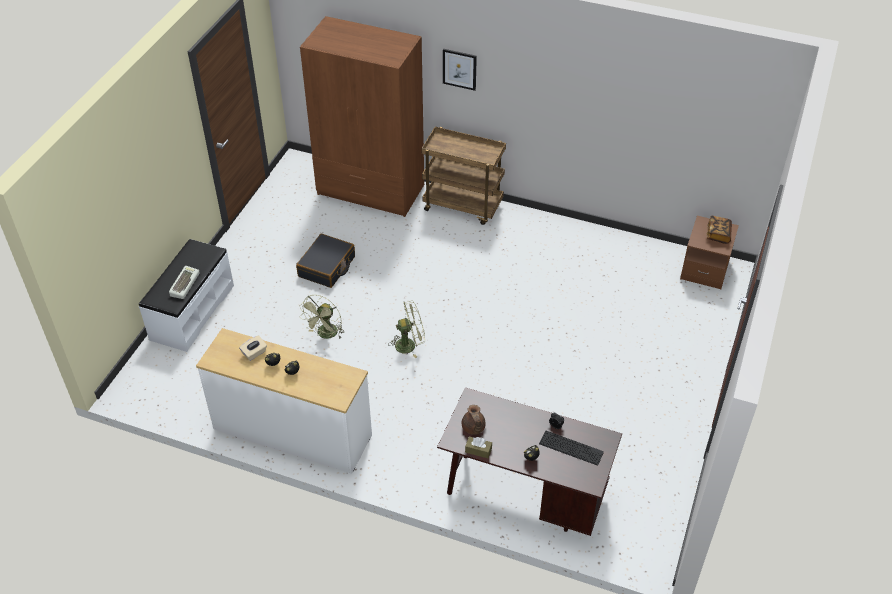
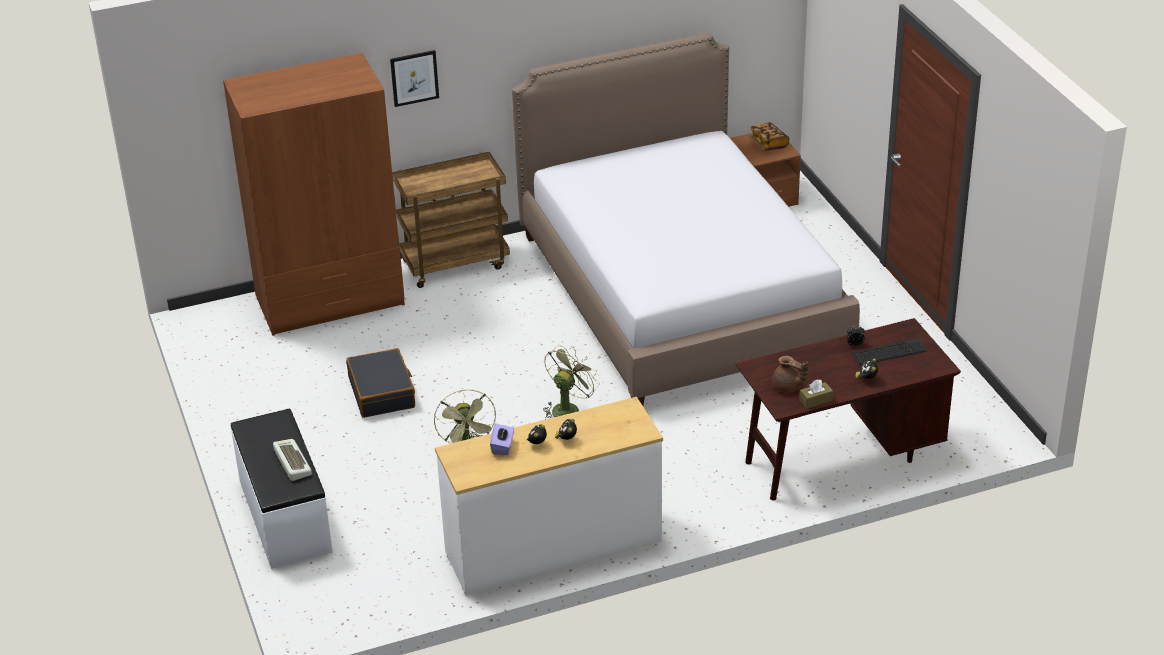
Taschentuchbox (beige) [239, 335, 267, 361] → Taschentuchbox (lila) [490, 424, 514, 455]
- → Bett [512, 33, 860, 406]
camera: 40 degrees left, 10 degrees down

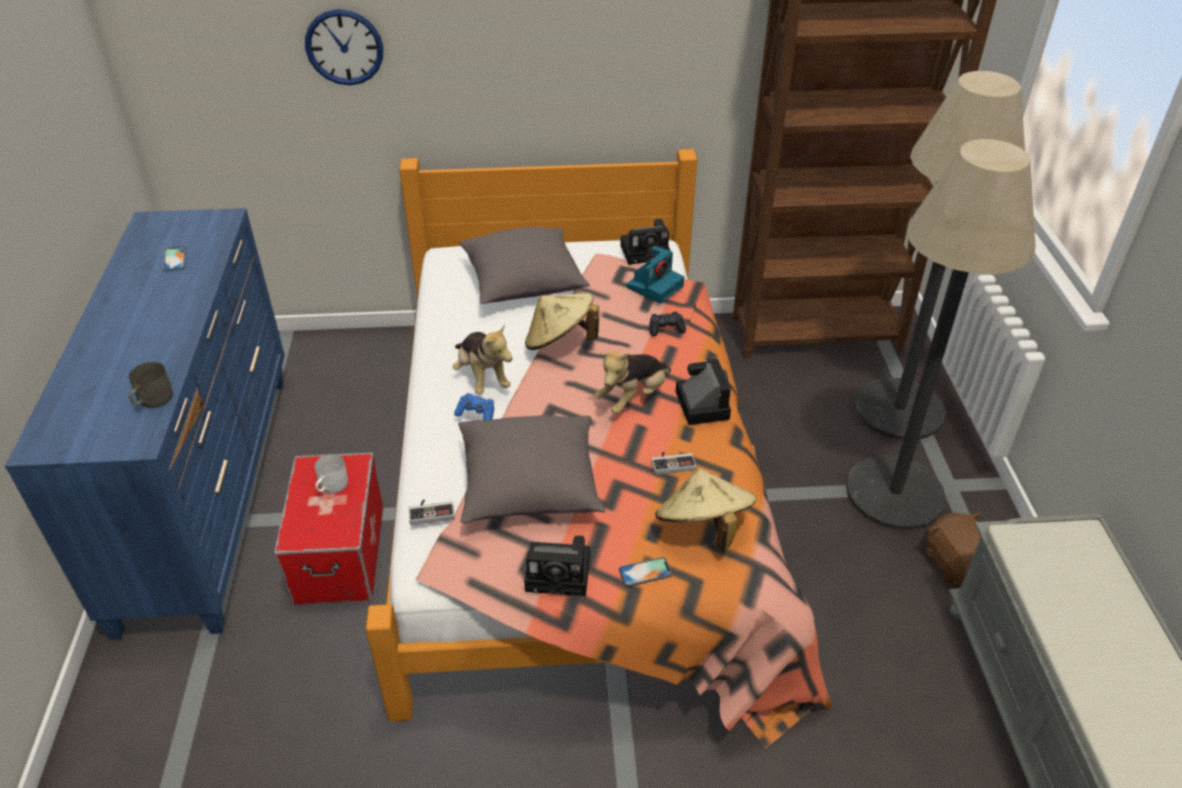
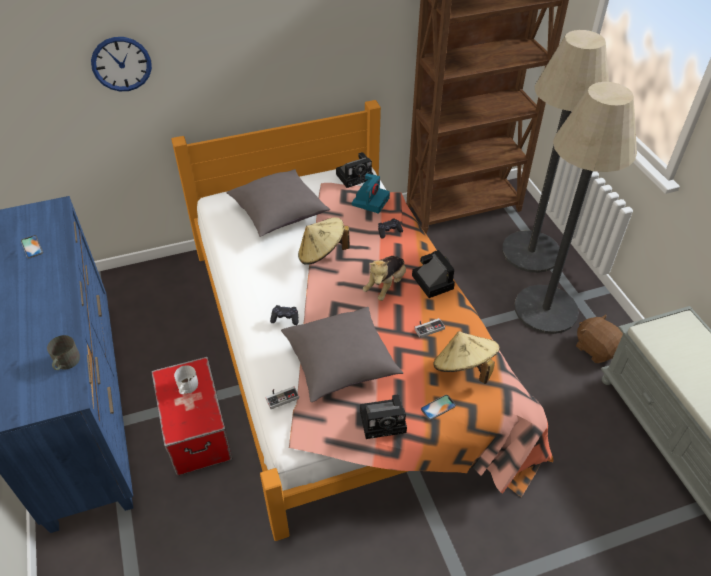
Plüschtier [453, 324, 513, 394] → -
Gamepad (blau) [454, 393, 494, 420] → Gamepad (schwarz) [270, 305, 299, 325]
camera: 15 degrees left, 5 degrees up

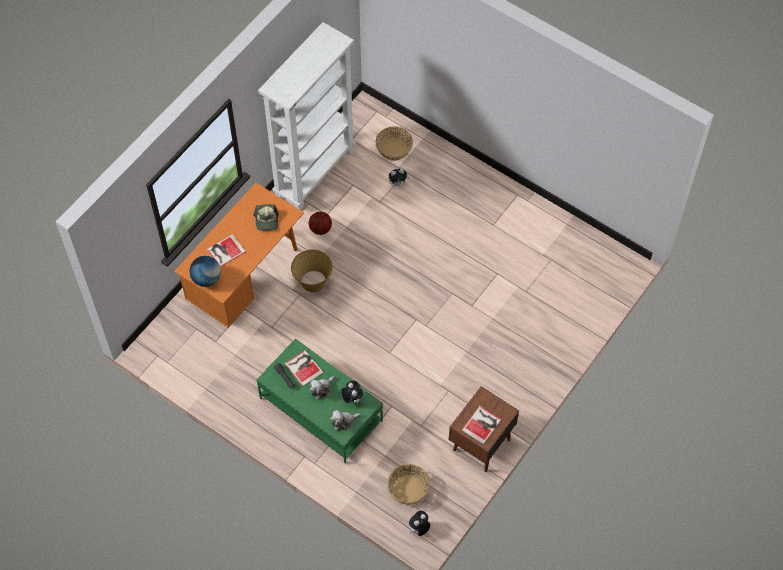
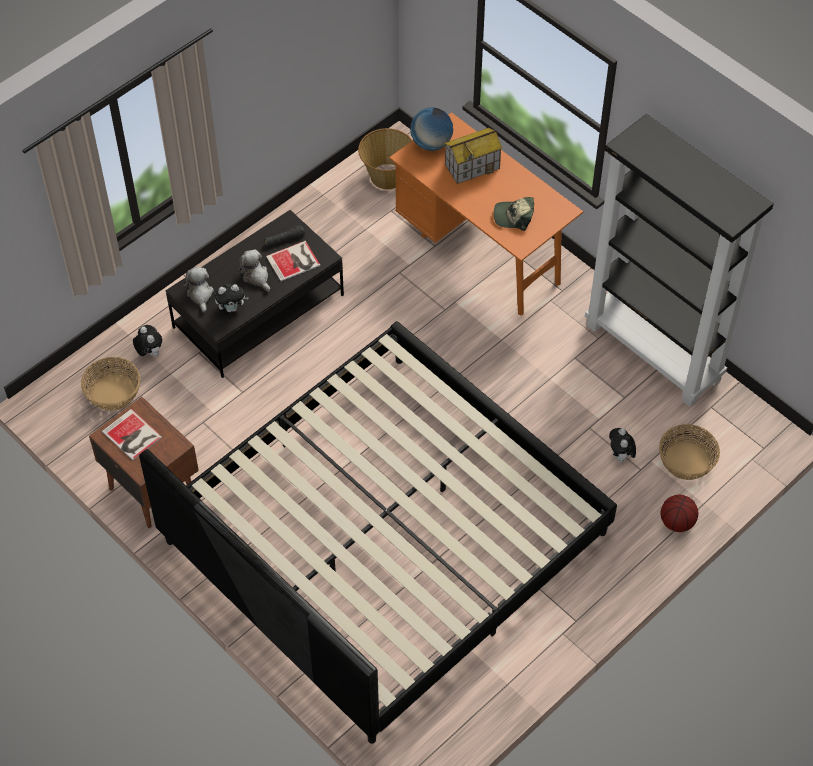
Buch [207, 234, 246, 267] → Spielzeughaus [444, 128, 502, 184]
Couchtisch (grün) [257, 338, 383, 463] → Couchtisch (schwarz) [165, 210, 344, 378]
Bücherregal (weiß) [258, 22, 356, 210] → Bücherregal (schwarz) [585, 114, 774, 407]
Korb [291, 250, 333, 292] → Korb [358, 128, 413, 190], move
Basketball [309, 212, 332, 235] → Basketball [661, 495, 698, 532], move
Plüschtier [409, 511, 430, 536] → Plüschtier [133, 325, 162, 356], move
- → Bett [139, 321, 617, 744]
camera: 100 degrees right, 5 degrees down

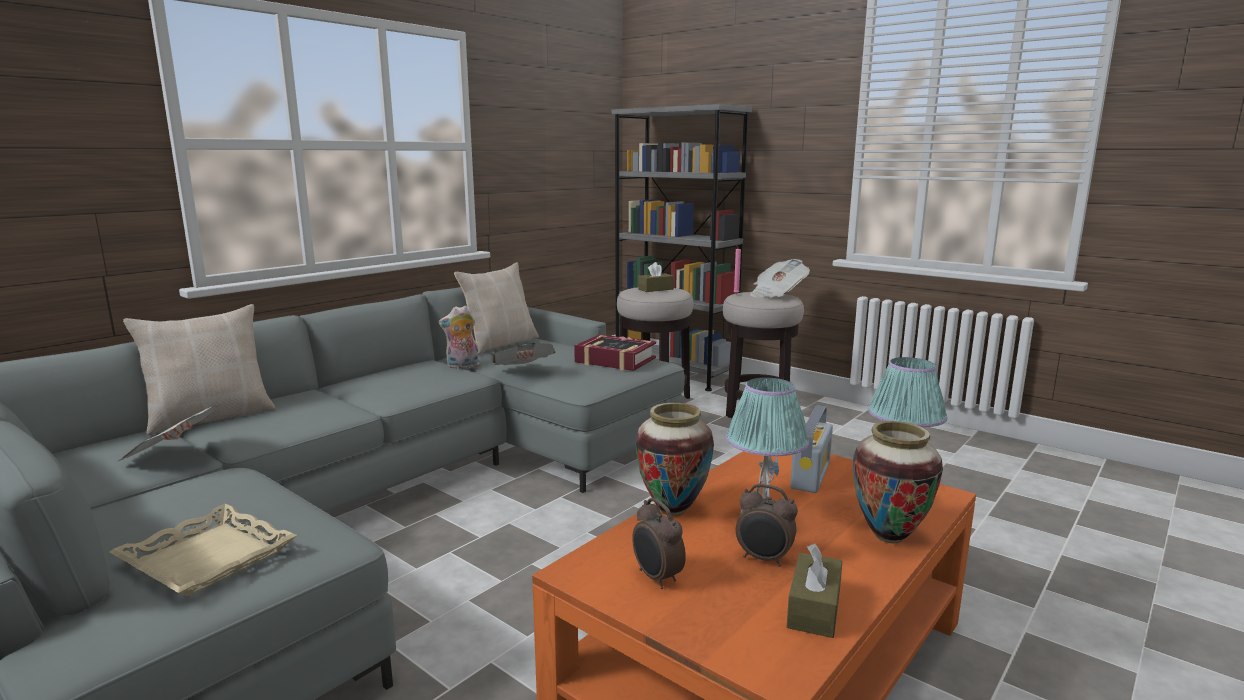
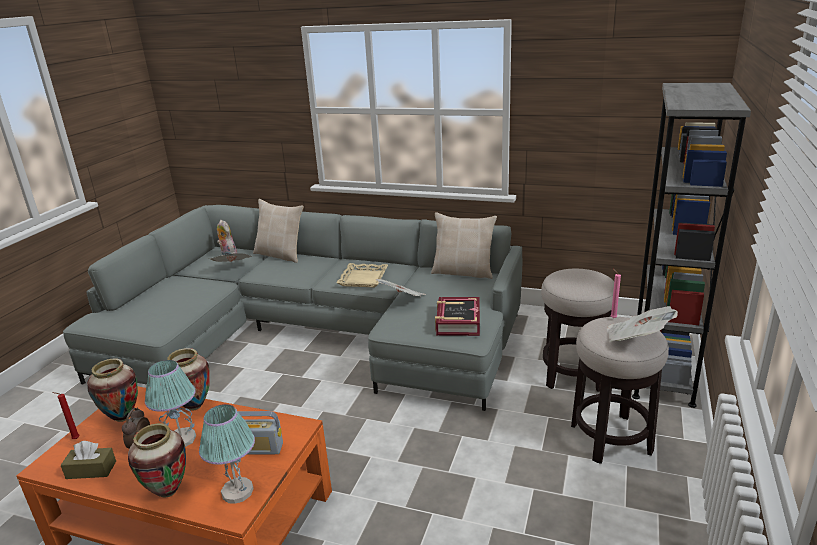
Tablett (beige) [109, 504, 297, 596] → Tablett (beige) [336, 263, 388, 287], move
Plüschtier [439, 305, 479, 369] → Plüschtier [217, 220, 237, 255], move
Wecker [632, 498, 686, 589] → Vase [87, 358, 138, 422]
Taschentuchbox (braun) [638, 262, 674, 292] → -
- → Kerze (rot) [52, 392, 80, 439]
camera: 70 degrees right, 10 degrees up

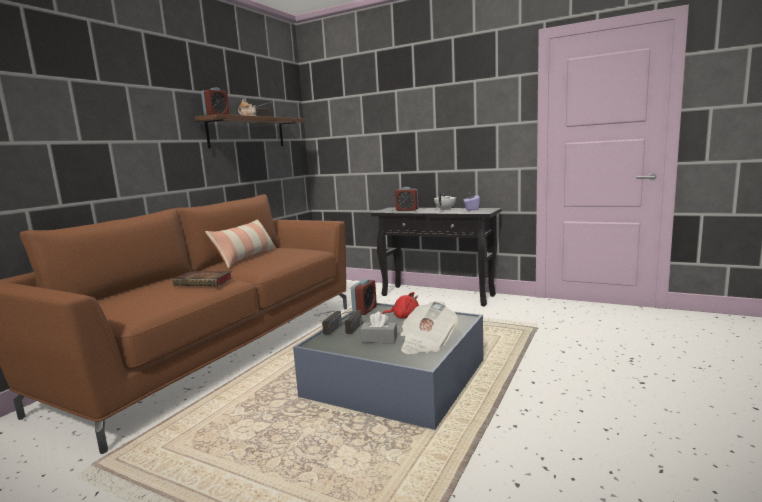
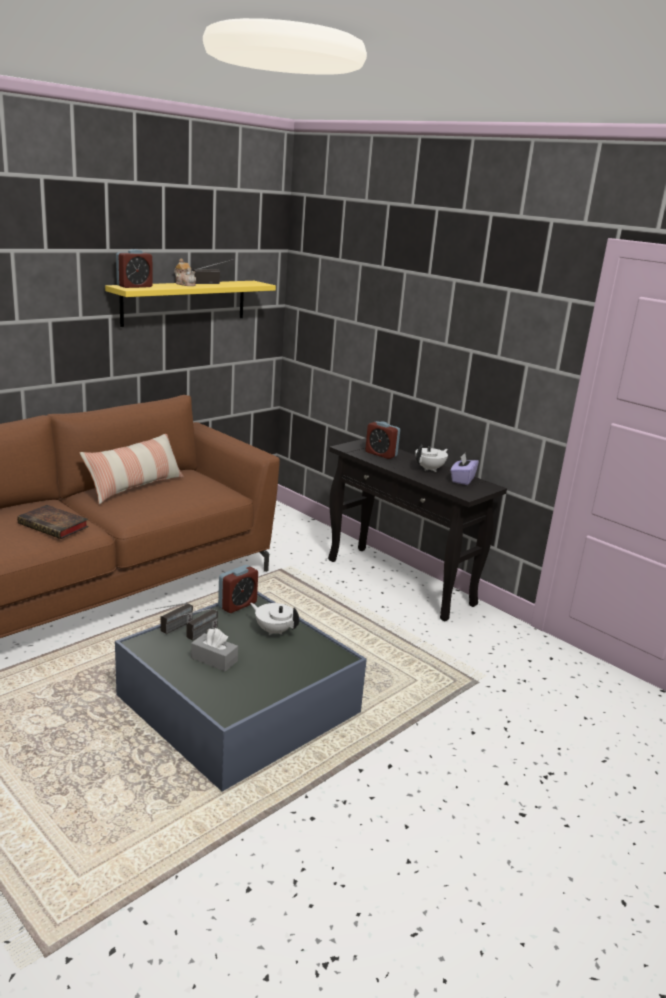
Wandregal (braun) [195, 114, 305, 148] → Wandregal (gelb) [105, 281, 276, 327]
Plüschtier (rot) [382, 292, 419, 318] → Teekanne (weiß) [250, 603, 299, 636]
Zeitung [400, 301, 458, 354] → -
camera: 15 degrees right, 10 degrees up

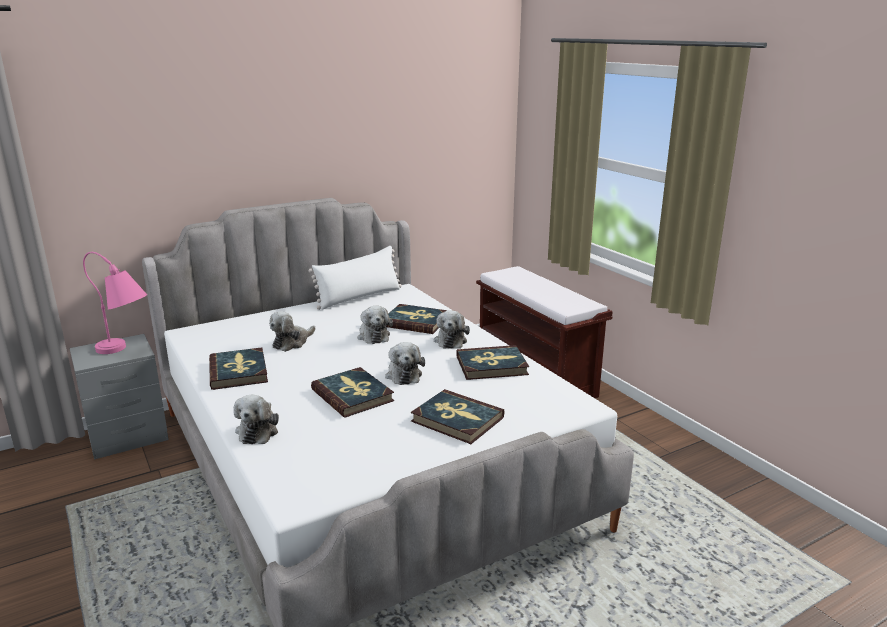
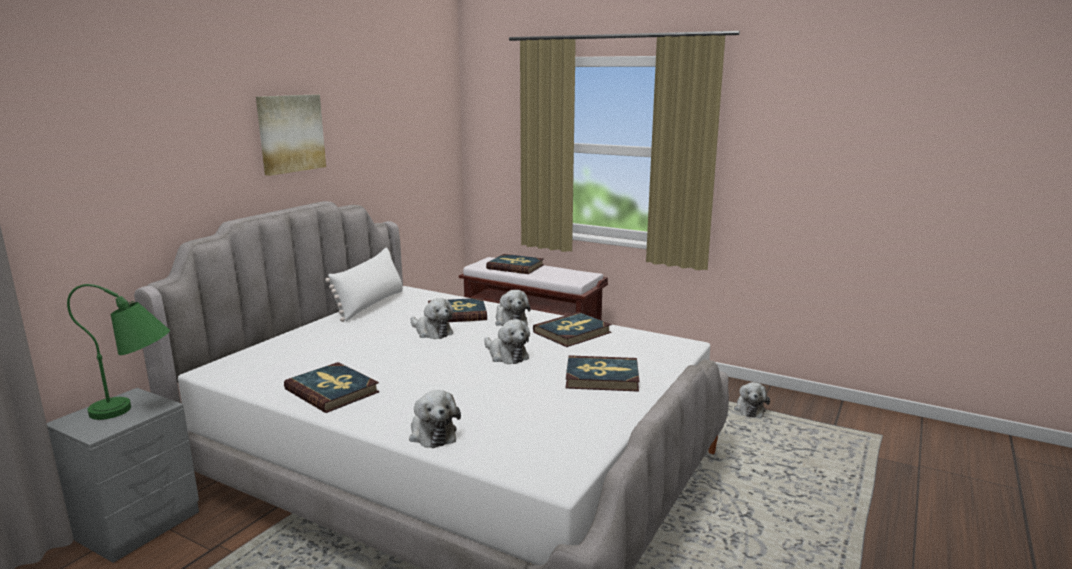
Tischlampe (rosa) [83, 252, 147, 354] → Tischlampe (grün) [67, 284, 170, 420]
Plüschtier [269, 311, 316, 352] → Plüschtier [734, 382, 770, 418], move
Buch [311, 367, 394, 418] → Buch [486, 254, 544, 274], move
- → Bild [256, 95, 326, 176]
camera: 30 degrees left, 5 degrees down

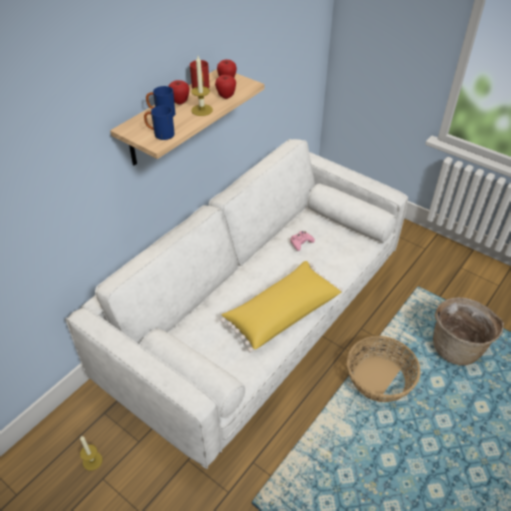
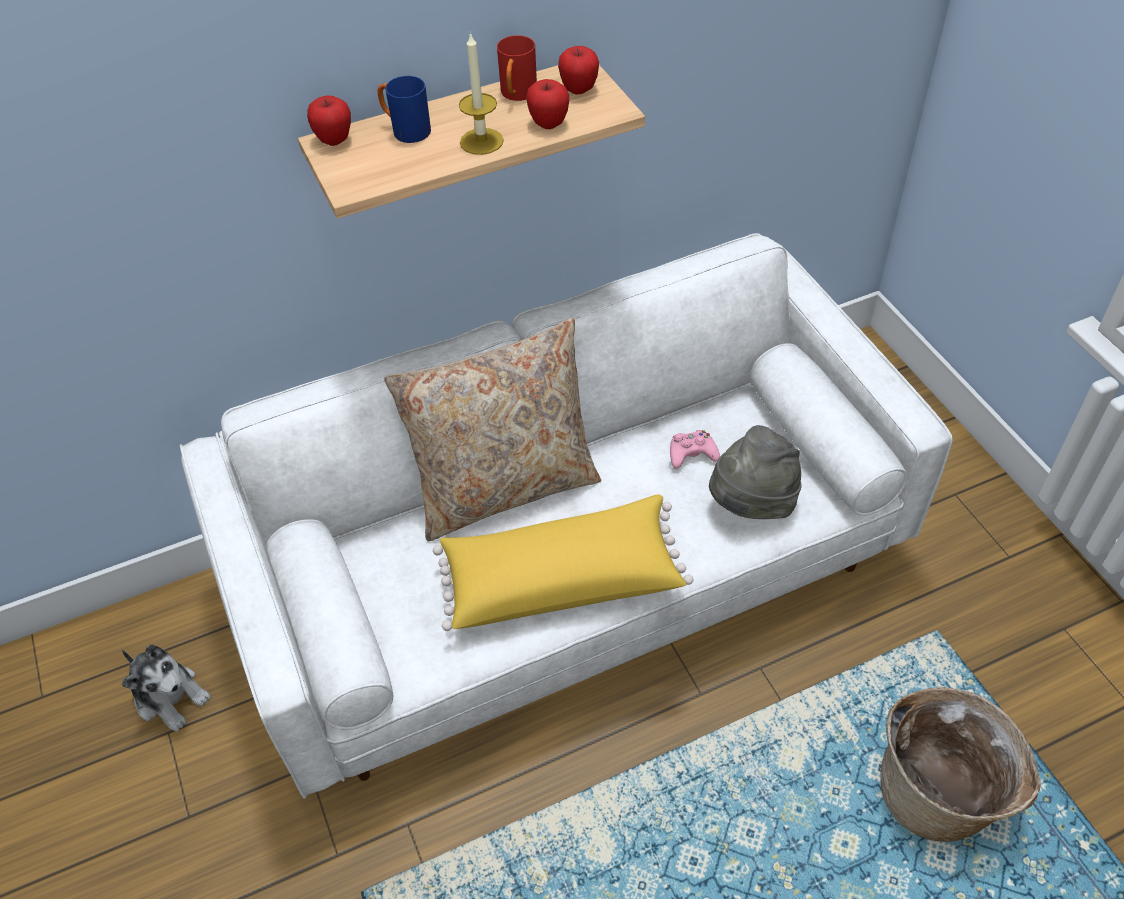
Kerze [80, 436, 103, 471] → Plüschtier [121, 645, 211, 732]
Henkelbecher (blau) [144, 106, 175, 140] → -
Apfel [168, 80, 190, 104] → Apfel [307, 95, 351, 146], move
Korb [347, 336, 420, 402] → -
- → Kissen (beige) [384, 318, 601, 541]
- → Hut (grau) [709, 425, 802, 519]
camera: 30 degrees right, 5 degrees up

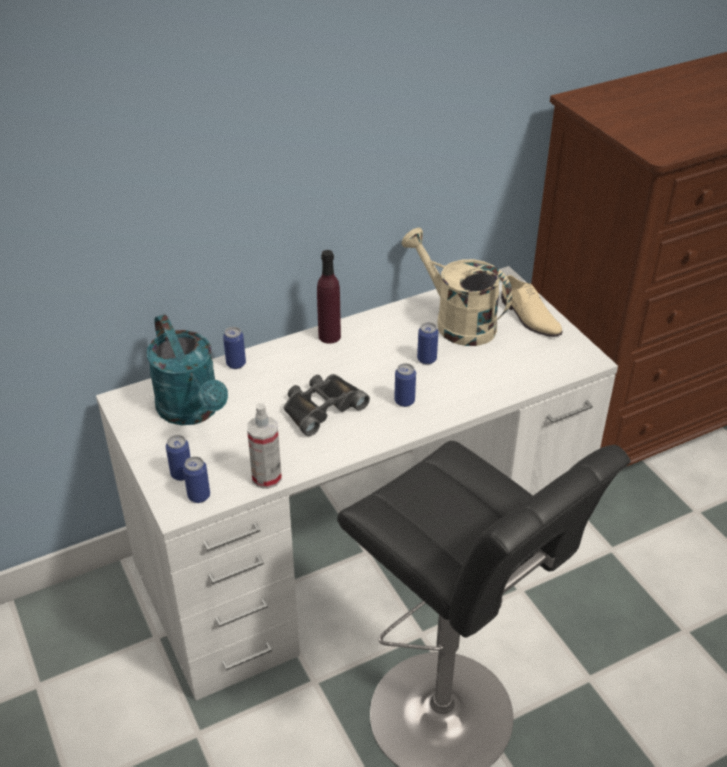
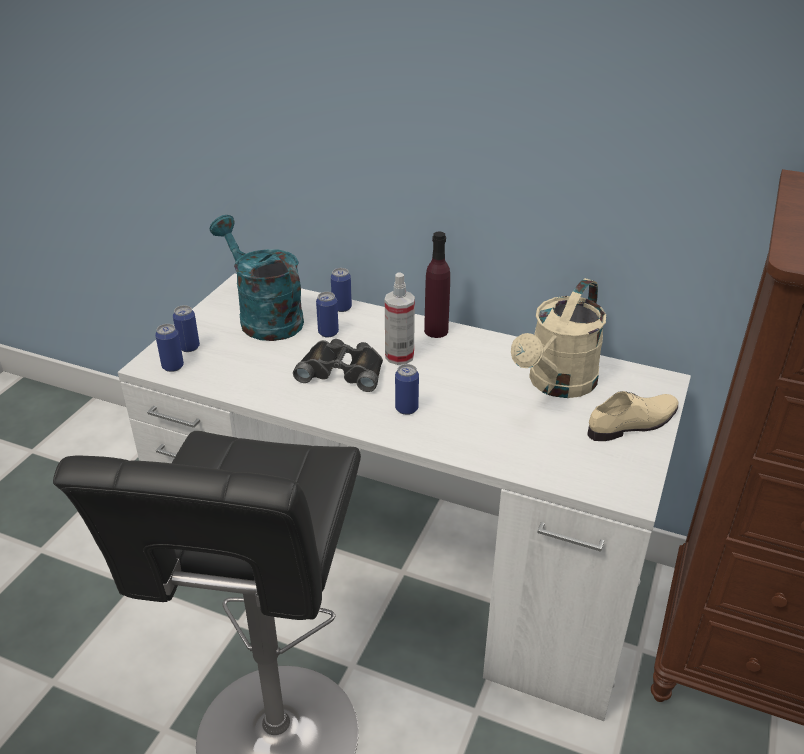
Gießkanne (türkis) [147, 314, 228, 425] → Gießkanne (türkis) [209, 215, 304, 341], 120 degrees clockwise
Sprühflasche [247, 403, 282, 489] → Sprühflasche [385, 272, 415, 365], move
Gießkanne (beige) [401, 228, 512, 346] → Gießkanne (beige) [511, 278, 606, 398], 150 degrees counterclockwise
Dose [417, 322, 438, 364] → Dose [316, 292, 339, 338], move
Schuh (beige) [501, 275, 563, 337] → Schuh (beige) [587, 391, 678, 441], 135 degrees counterclockwise
camera: 50 degrees right, 5 degrees down

